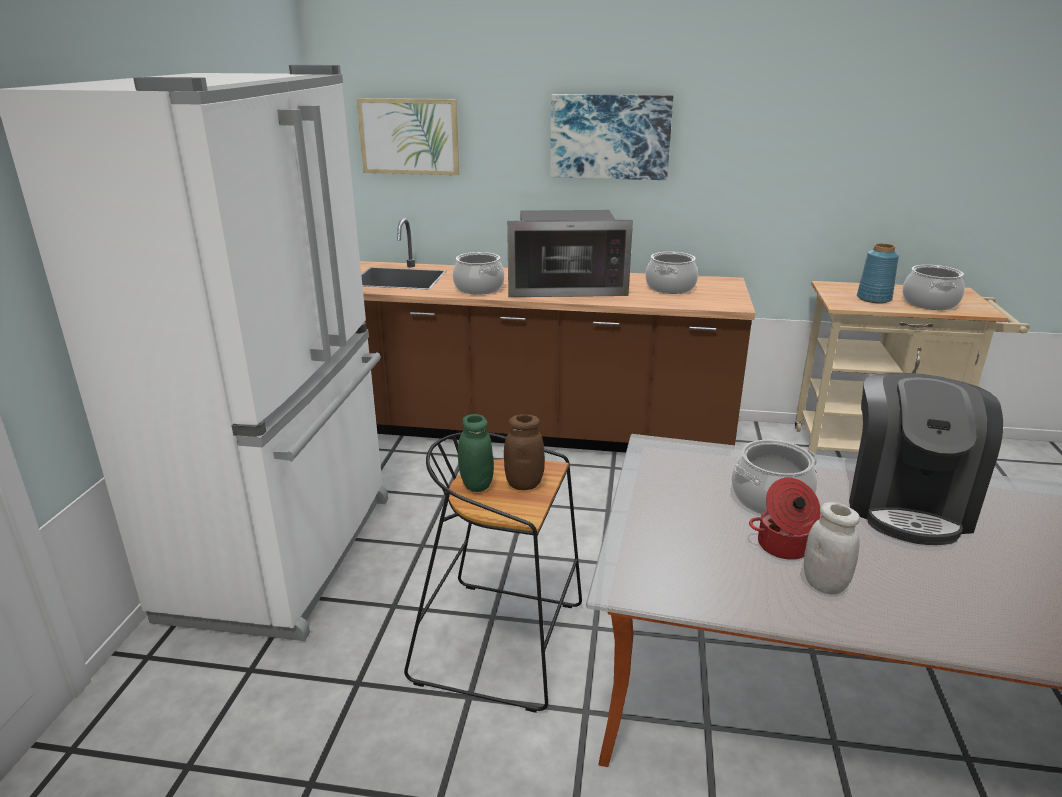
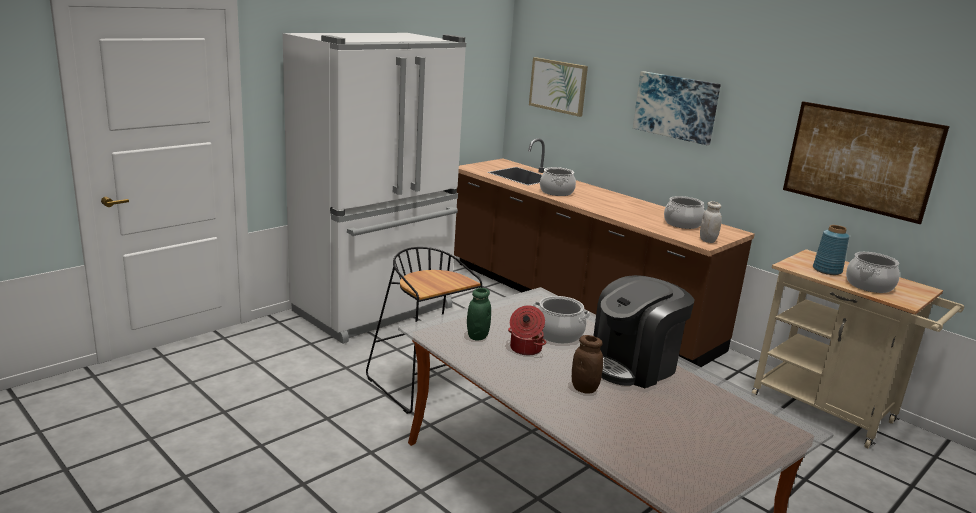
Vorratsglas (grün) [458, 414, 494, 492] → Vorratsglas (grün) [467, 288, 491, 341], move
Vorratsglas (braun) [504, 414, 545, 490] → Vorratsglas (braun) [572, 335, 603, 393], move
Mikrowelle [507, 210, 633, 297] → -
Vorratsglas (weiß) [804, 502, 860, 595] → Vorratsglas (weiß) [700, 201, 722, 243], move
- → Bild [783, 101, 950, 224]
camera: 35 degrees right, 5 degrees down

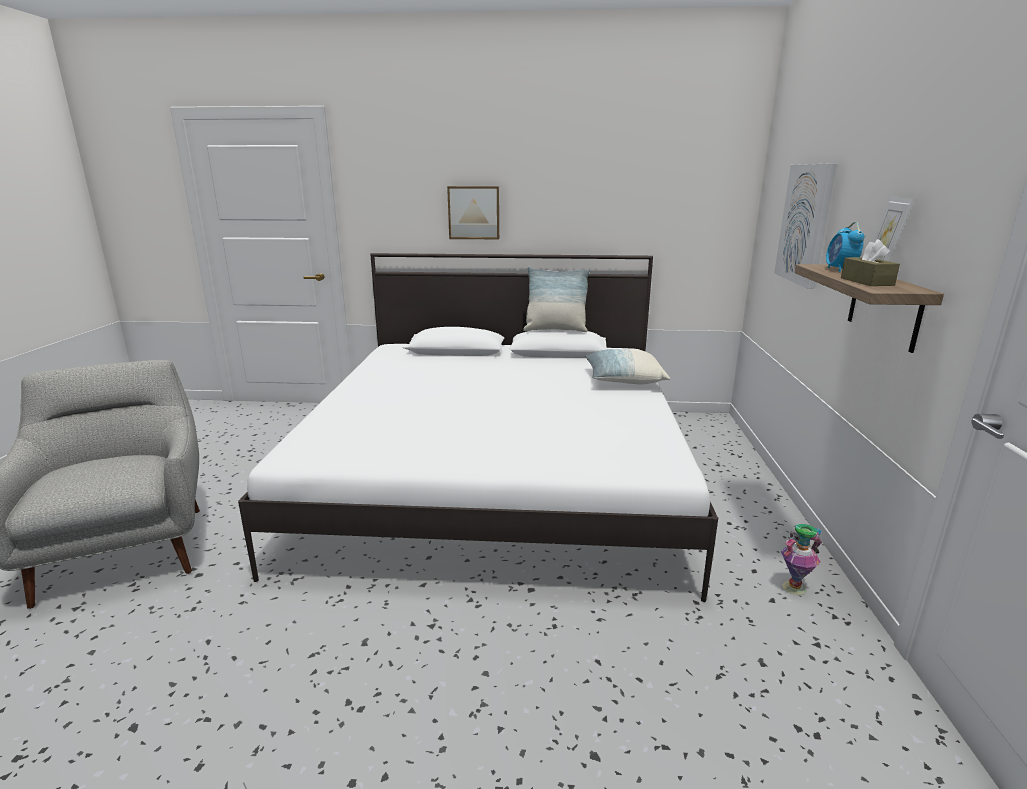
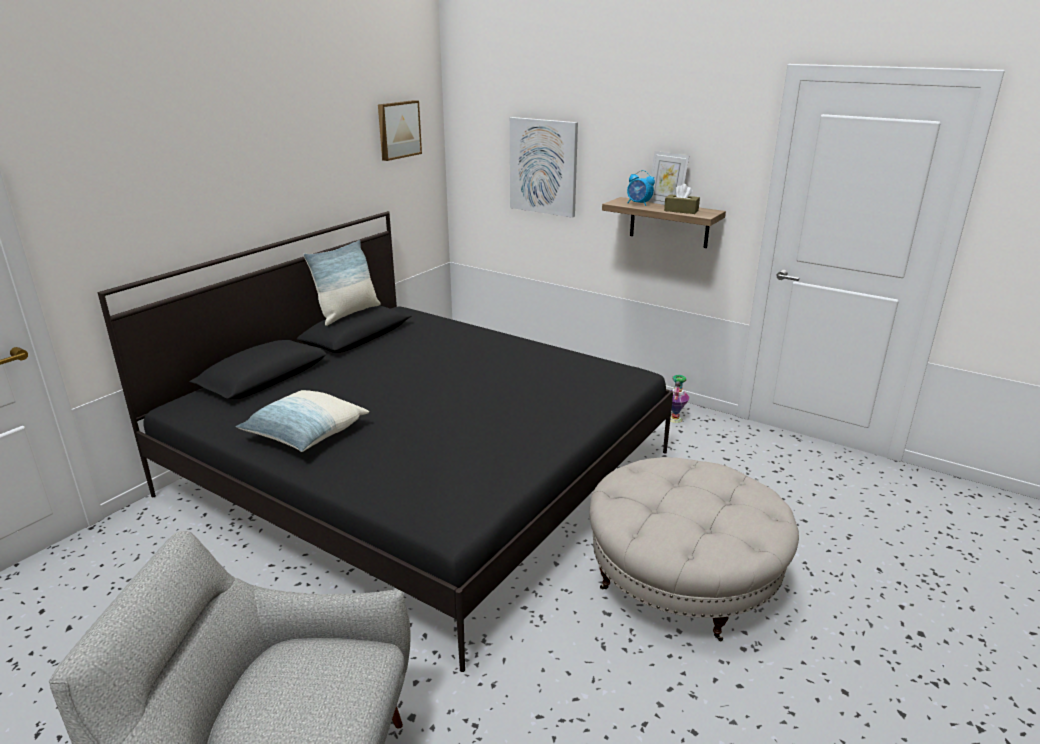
Bett (weiß) [238, 253, 718, 602] → Bett (schwarz) [97, 211, 673, 672]
Bild [447, 186, 500, 239] → Bild [378, 100, 422, 161], move
Kissen [585, 349, 670, 384] → Kissen [236, 390, 369, 452], move
- → Polsterhocker (beige) [589, 457, 799, 641]
camera: 60 degrees left, 5 degrees up

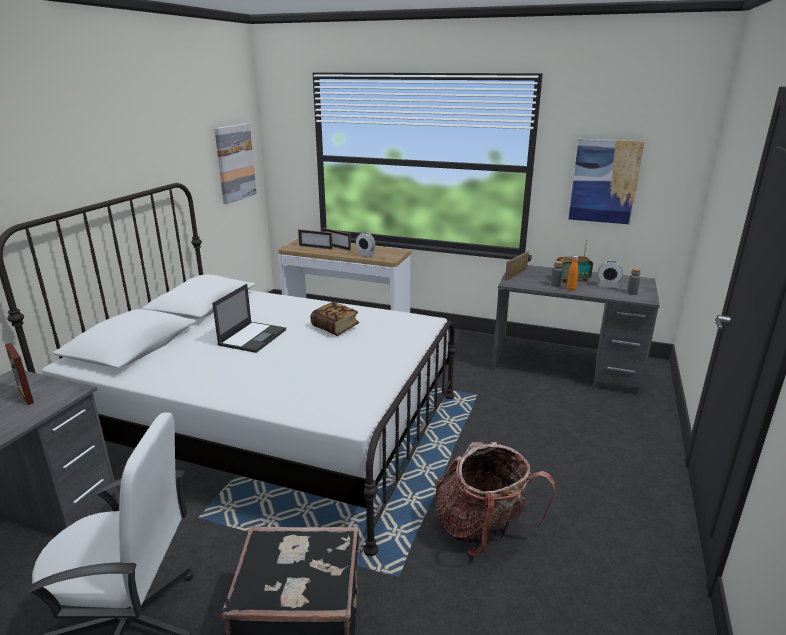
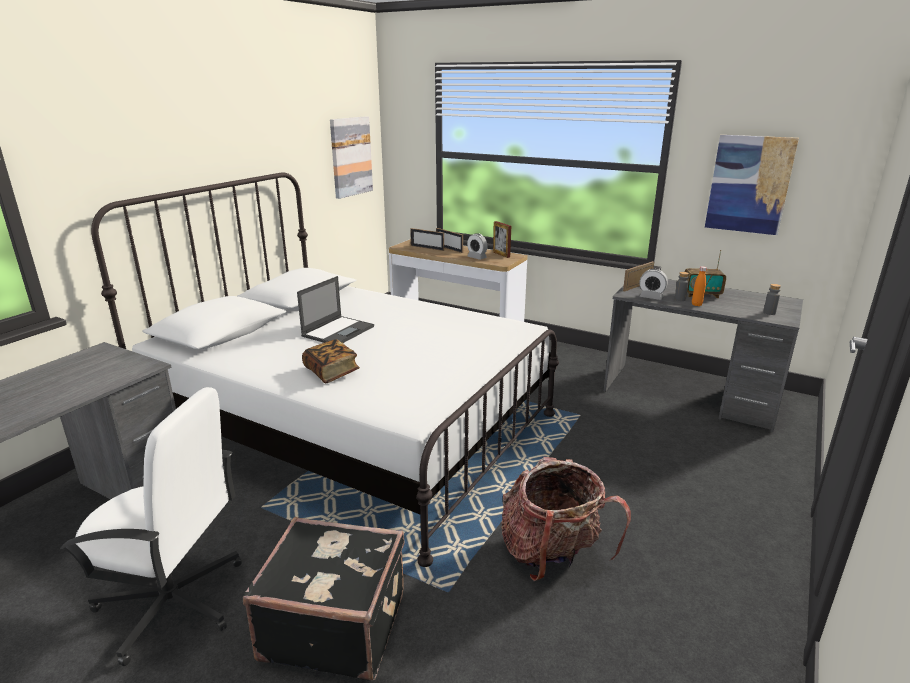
Bilderrahmen [5, 343, 34, 405] → Bilderrahmen [493, 221, 511, 258], move
Buch [310, 302, 359, 336] → Buch [302, 339, 360, 383], move
Wecker [598, 261, 623, 288] → Wecker [639, 269, 668, 300], move
camera: 10 degrees right, 0 degrees up

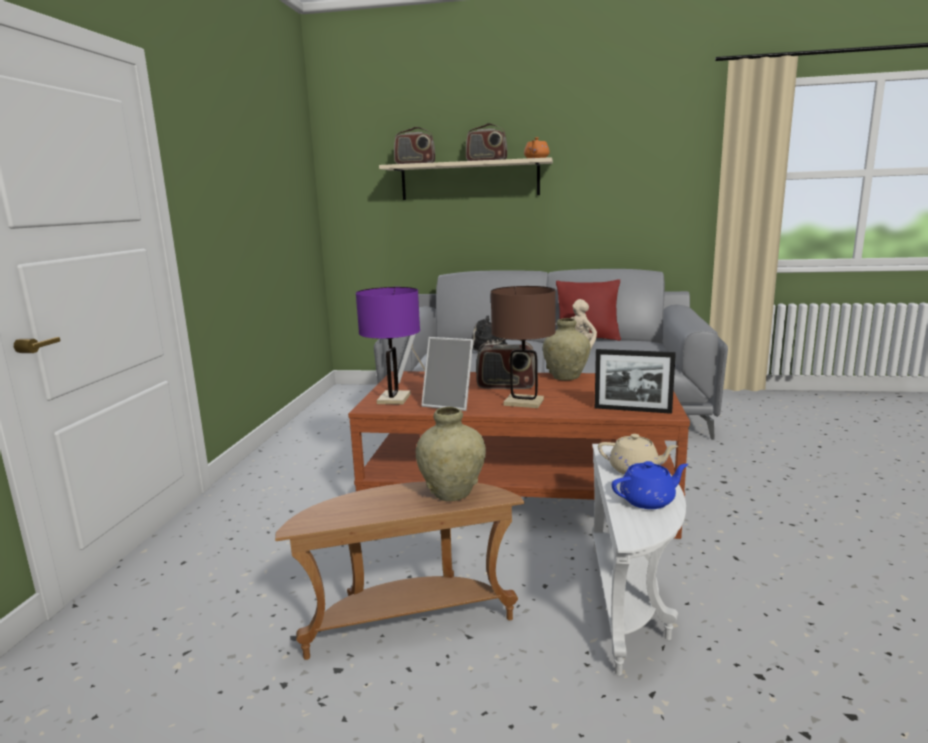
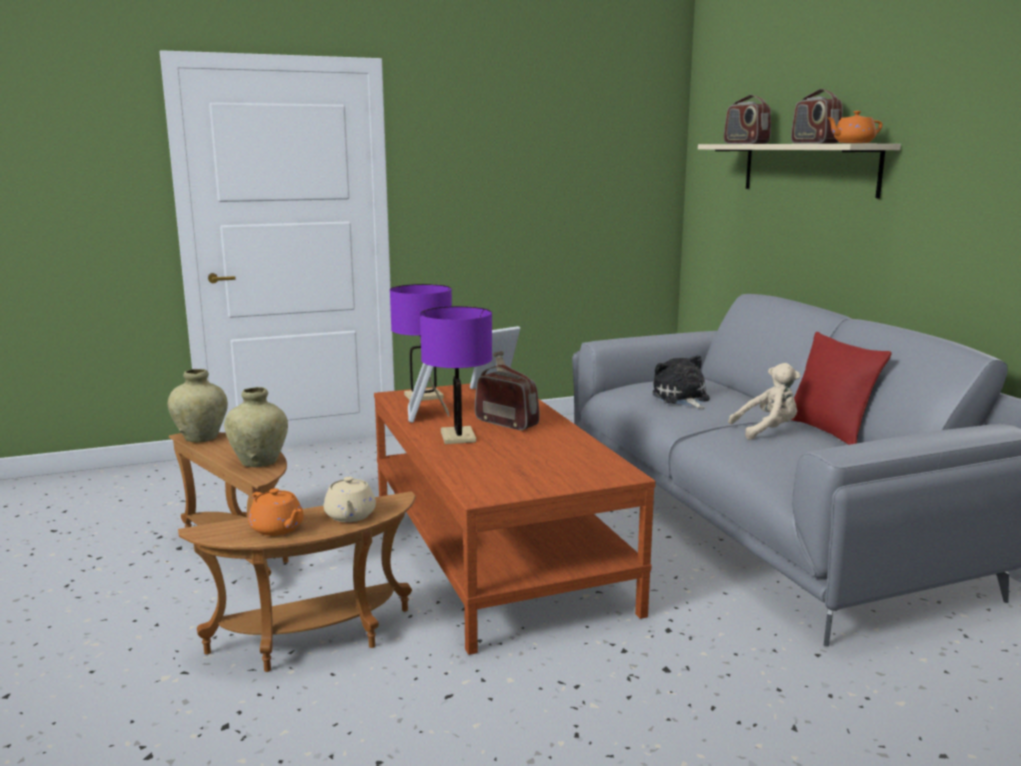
Radio [476, 339, 535, 389] → Radio [475, 364, 540, 430], 150 degrees clockwise
Tischlampe (braun) [491, 286, 556, 408] → Tischlampe (lila) [420, 306, 492, 444]
Vase (beige) [543, 318, 591, 380] → Vase (beige) [168, 369, 228, 442], move
Beistelltisch (weiß) [592, 444, 686, 676] → Beistelltisch (braun) [178, 491, 416, 672]
Bilderrahmen [595, 349, 676, 414] → -
Teekanne (blau) [612, 461, 688, 509] → Teekanne (orange) [248, 488, 304, 536]
camera: 60 degrees right, 0 degrees up

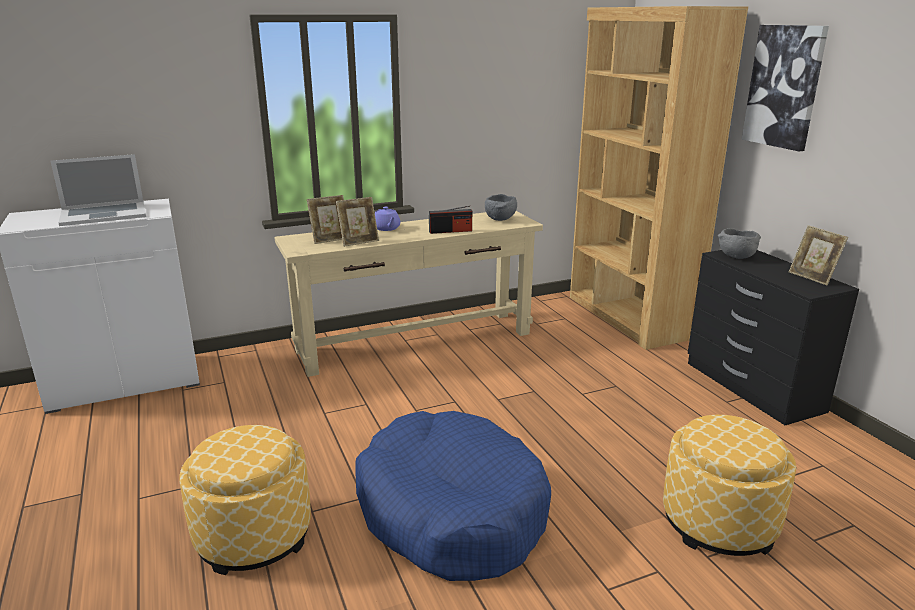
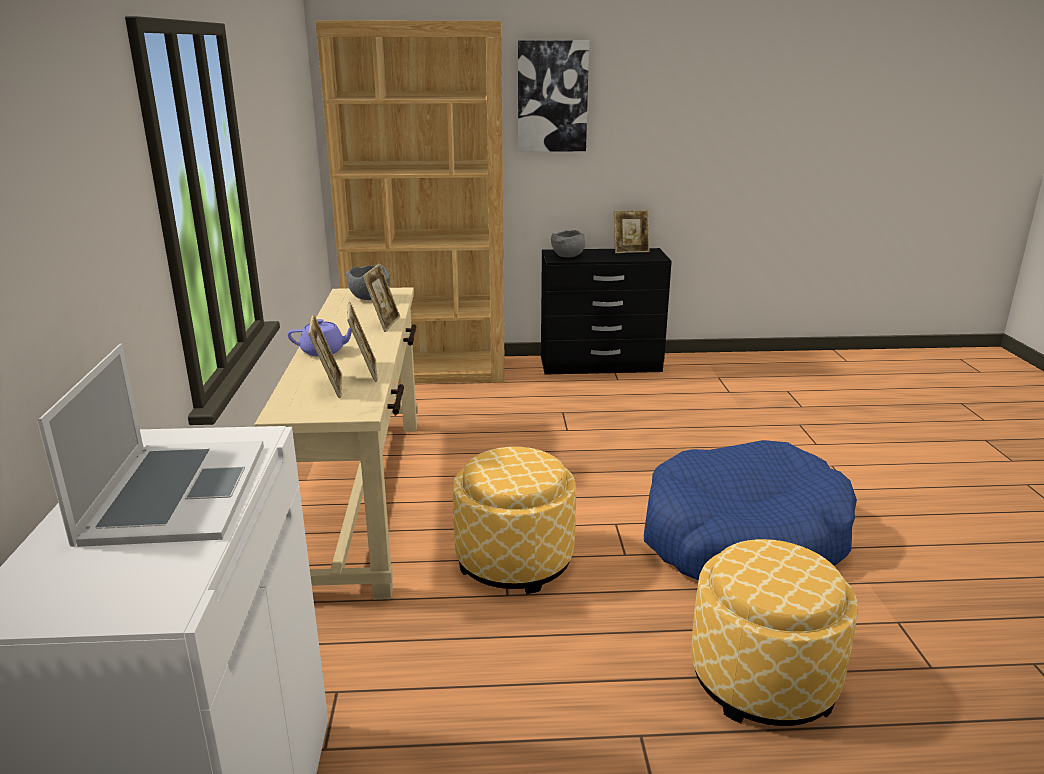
Radio [429, 206, 472, 234] → Bilderrahmen [362, 264, 400, 332]
Polsterhocker [663, 415, 796, 556] → Polsterhocker [453, 447, 576, 594], move
camera: 70 degrees left, 0 degrees up

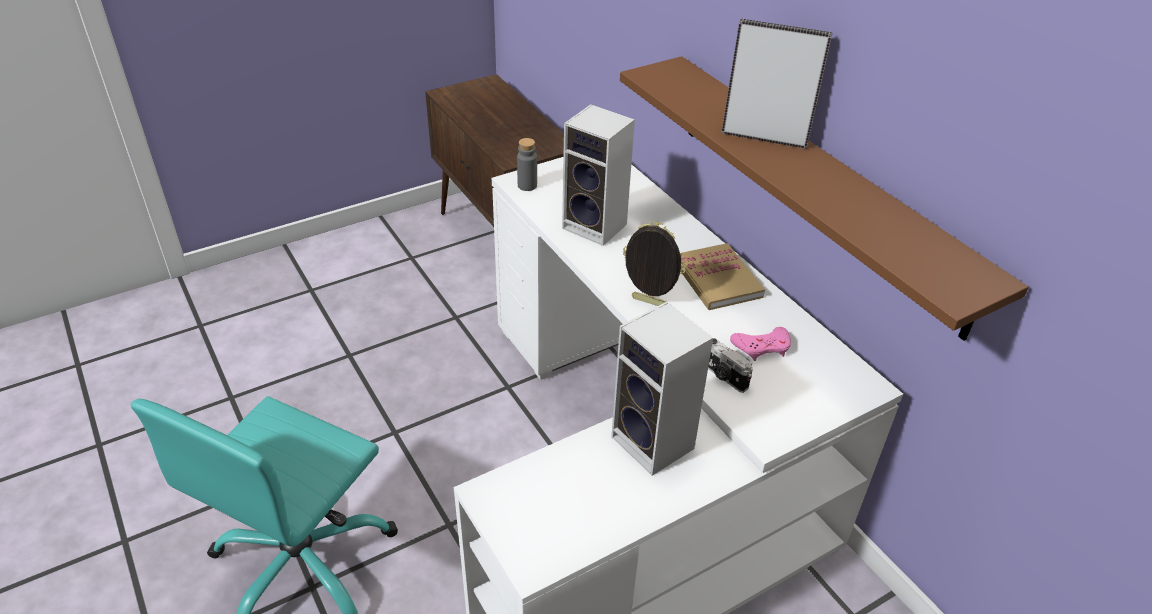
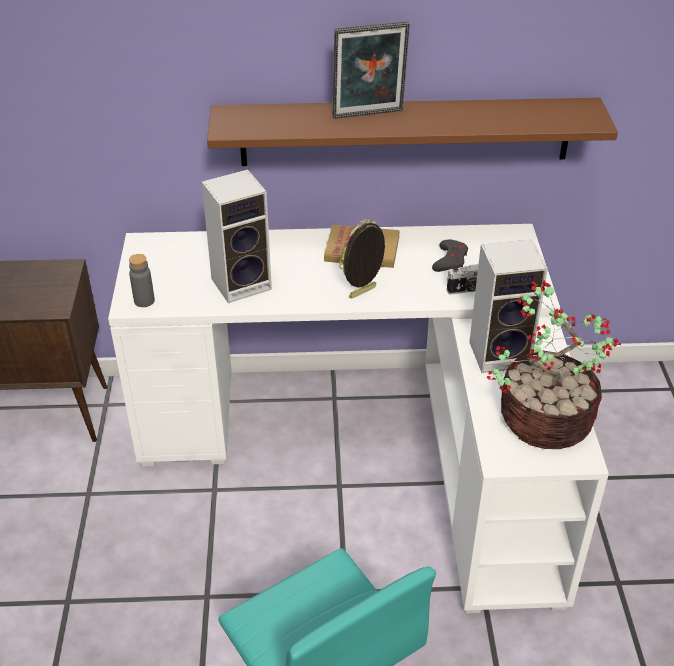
Bilderrahmen [721, 19, 832, 149] → Bilderrahmen [333, 21, 410, 119], 150 degrees counterclockwise
Gamepad (rosa) [730, 327, 791, 361] → Gamepad (grau) [432, 240, 468, 272]
- → Topfpflanze [487, 280, 621, 449]
camera: 60 degrees left, 0 degrees up

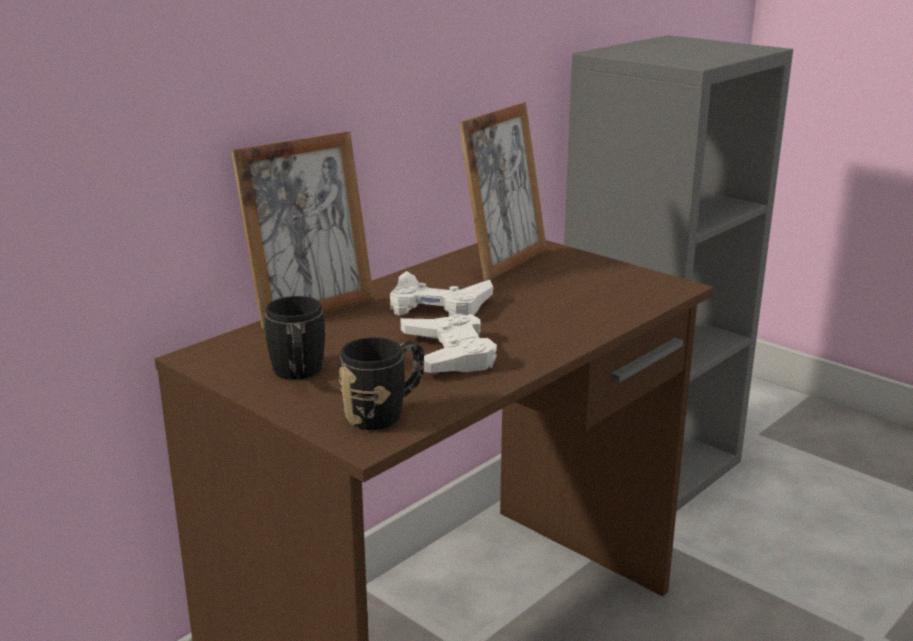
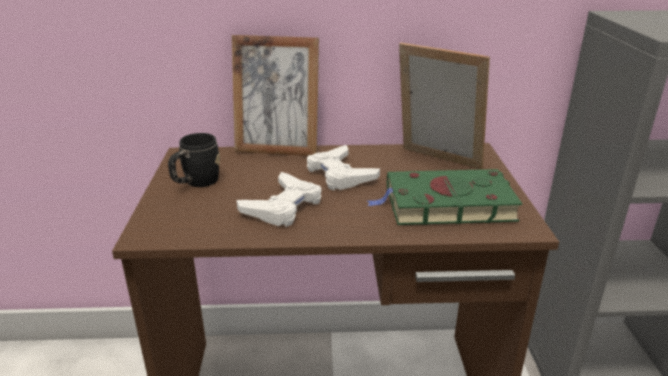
Henkelbecher (schwarz) [339, 337, 424, 430] → -
Bilderrahmen [458, 102, 547, 281] → Bilderrahmen [399, 43, 490, 169], 135 degrees counterclockwise
- → Buch (grün) [367, 169, 522, 225]
camera: 45 degrees right, 5 degrees up

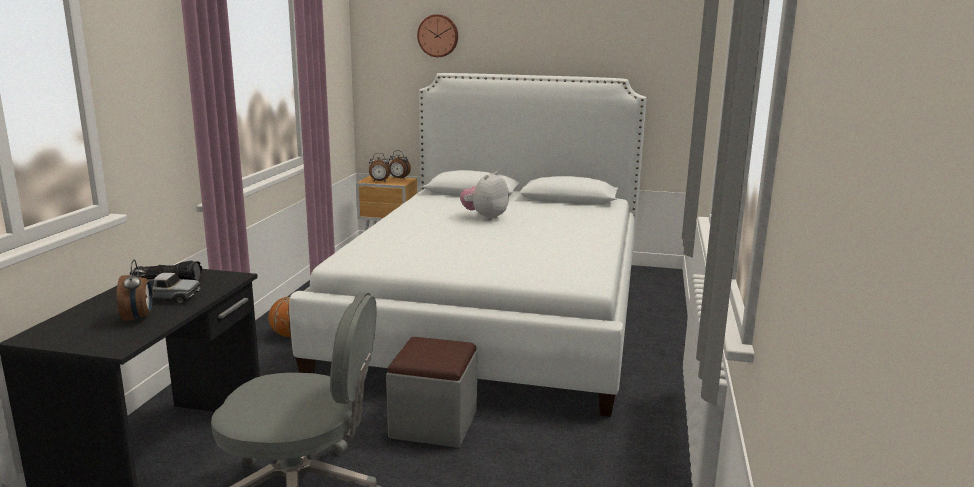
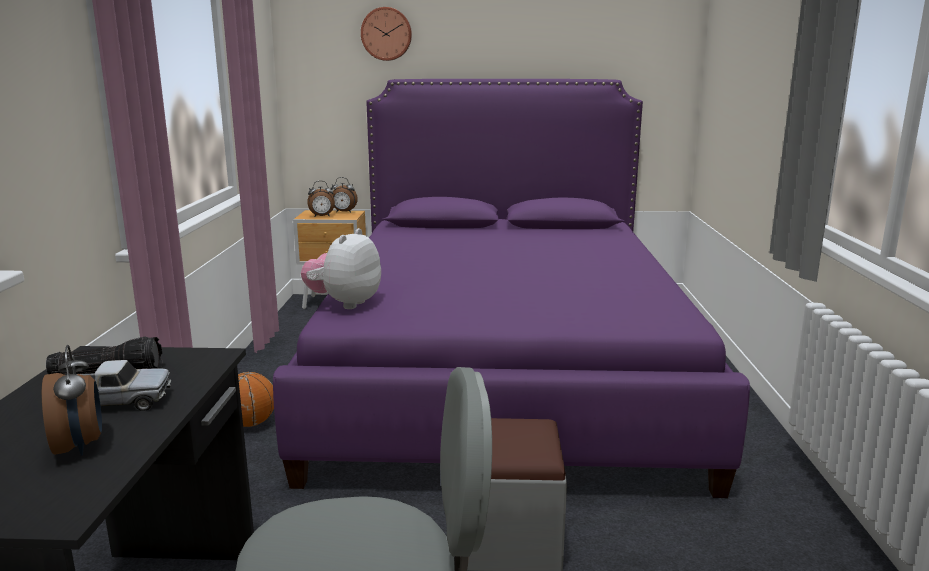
Bett (weiß) [289, 73, 647, 417] → Bett (lila) [273, 79, 750, 498]
Plüschtier [460, 171, 509, 221] → Plüschtier [301, 228, 381, 309], move
camera: 10 degrees left, 0 degrees up

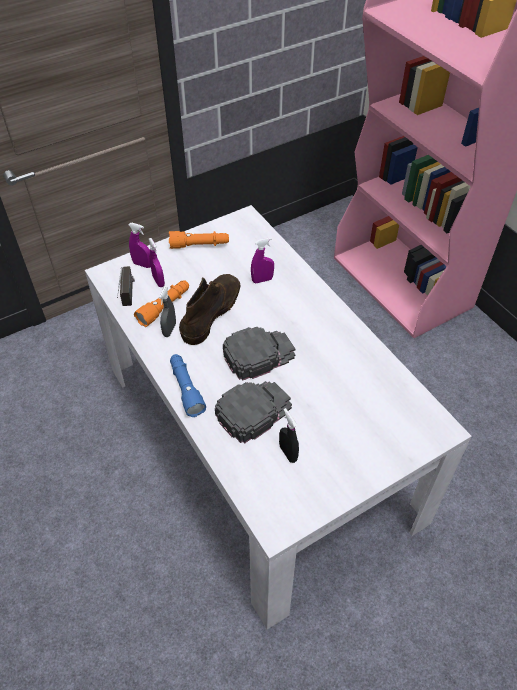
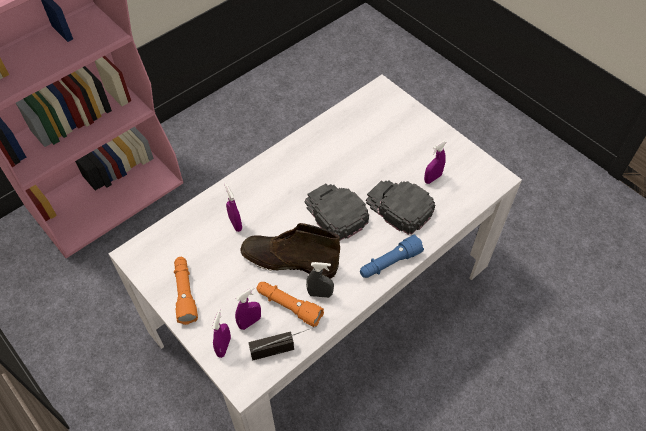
Sprühflasche (schwarz) [279, 408, 299, 463] → Sprühflasche (lila) [424, 140, 447, 184]
camera: 100 degrees left, 5 degrees up

